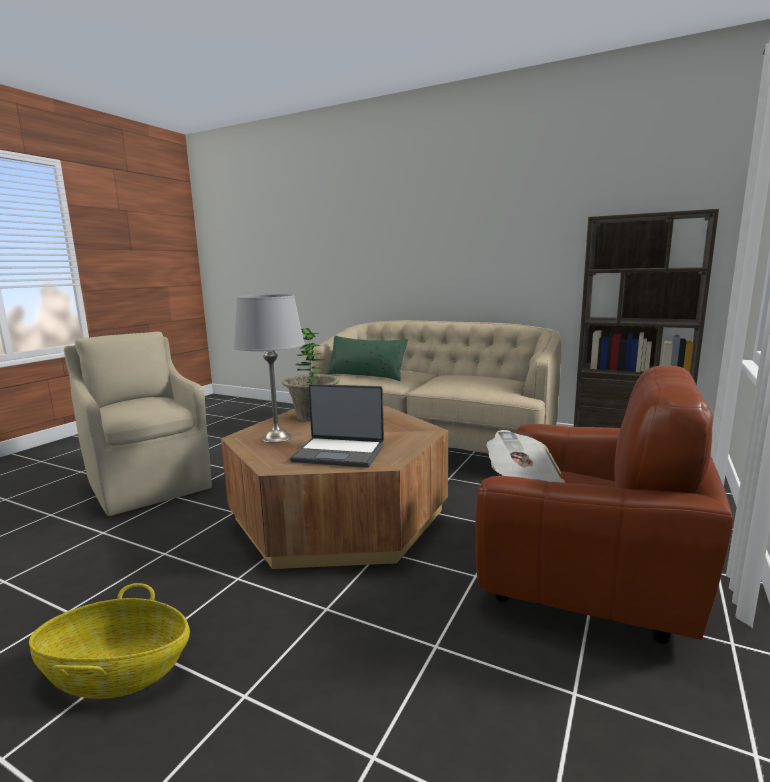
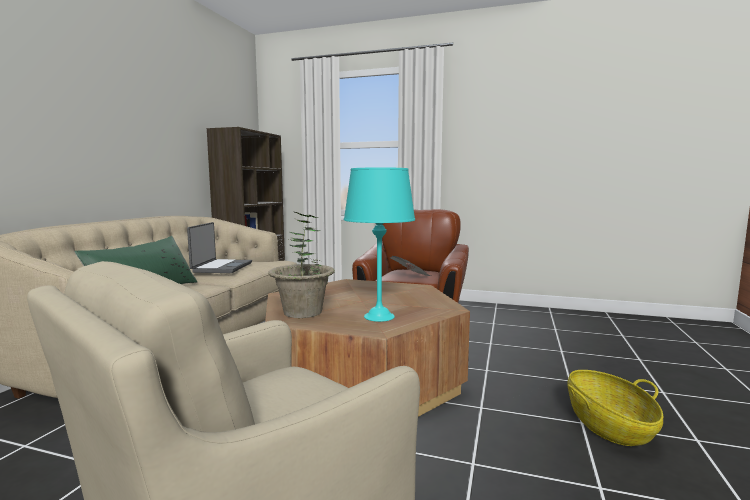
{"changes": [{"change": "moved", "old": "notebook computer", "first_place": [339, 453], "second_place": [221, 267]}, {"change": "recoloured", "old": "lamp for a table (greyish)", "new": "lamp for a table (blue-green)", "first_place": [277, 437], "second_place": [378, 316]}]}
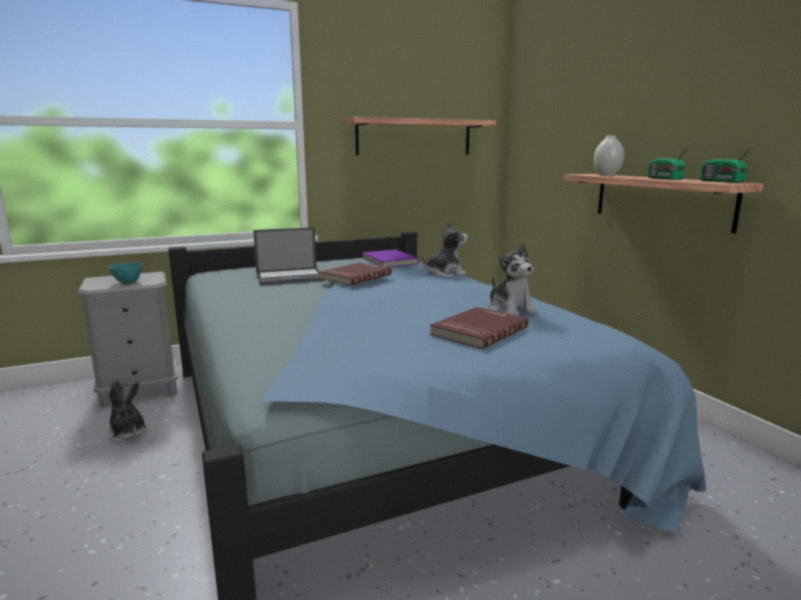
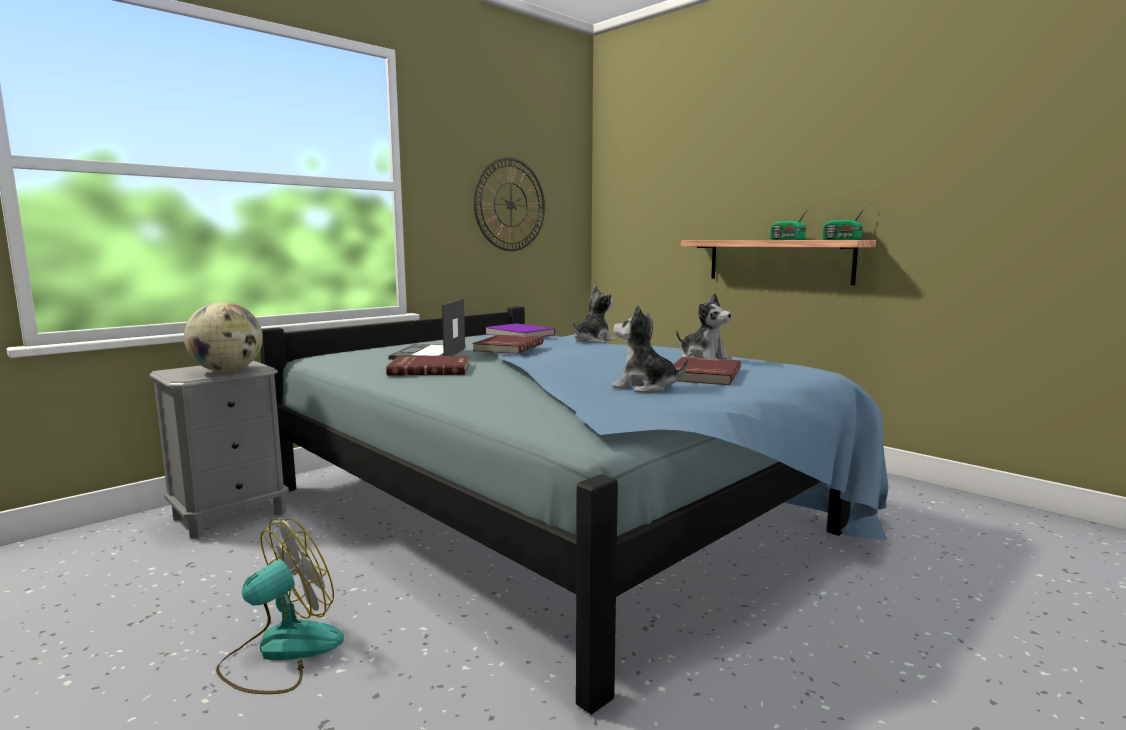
{"changes": [{"change": "replaced", "old": "bowl (blue-green)", "new": "globe", "first_place": [128, 282], "second_place": [227, 371]}, {"change": "added", "new": "electric fan", "second_place": [281, 651]}, {"change": "added", "new": "bound book (reddish)", "second_place": [430, 369]}, {"change": "turned", "old": "notebook computer", "first_place": [290, 277], "second_place": [429, 354], "degrees": 135}, {"change": "replaced", "old": "bracket shelf", "new": "clock on the wall", "first_place": [414, 137], "second_place": [510, 205]}, {"change": "moved", "old": "plush toy", "first_place": [127, 433], "second_place": [645, 387]}, {"change": "removed", "old": "flower vase (white)", "first_place": [607, 175]}]}
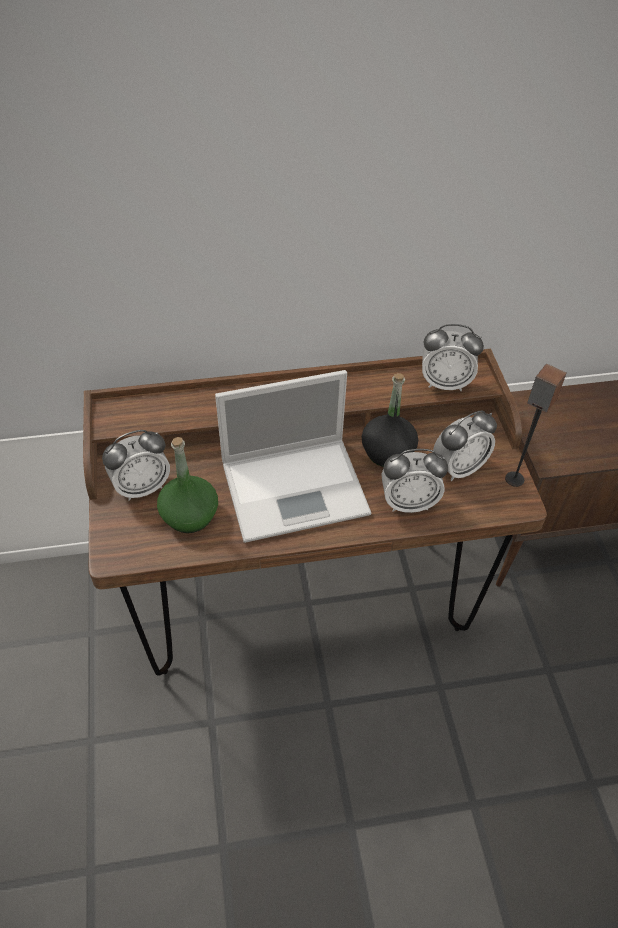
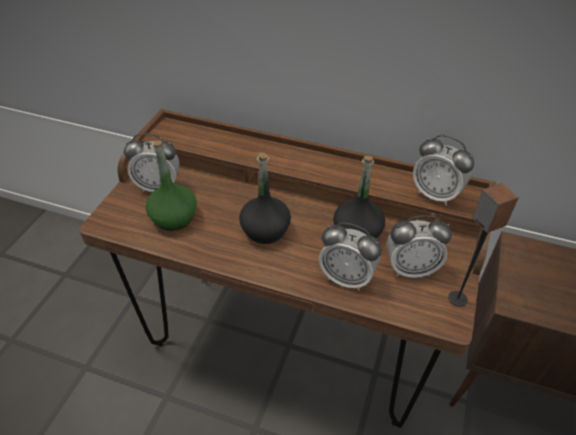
{"changes": [{"change": "replaced", "old": "notebook computer", "new": "beverage bottle (blackish)", "first_place": [297, 487], "second_place": [265, 230]}]}
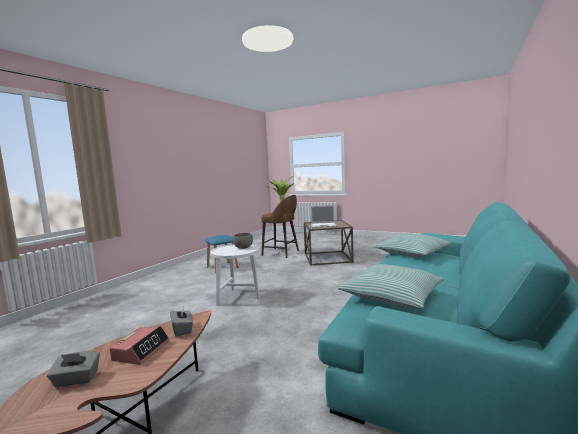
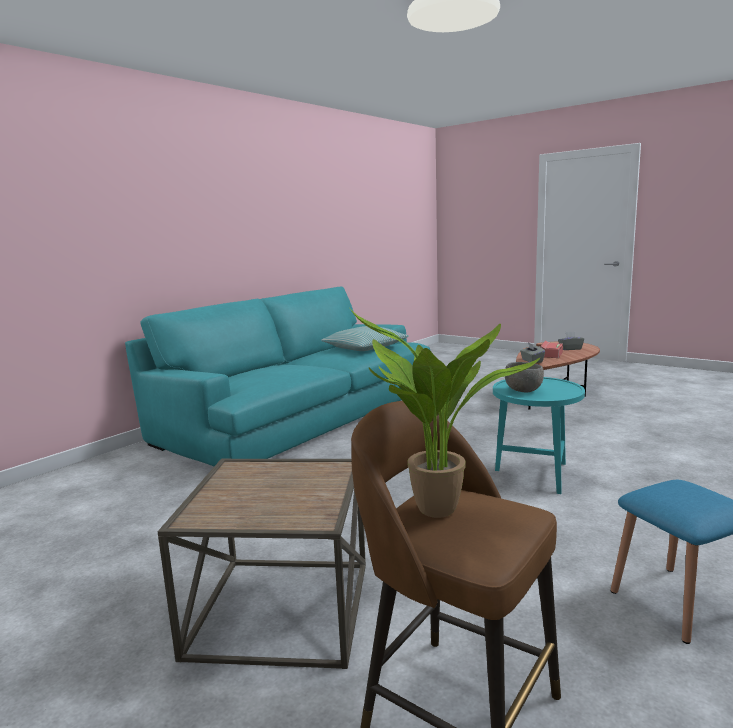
{"changes": [{"change": "recoloured", "old": "accent table (white)", "new": "accent table (blue-green)", "first_place": [238, 297], "second_place": [535, 474]}, {"change": "removed", "old": "notebook computer", "first_place": [324, 225]}, {"change": "removed", "old": "pillow", "first_place": [412, 253]}]}
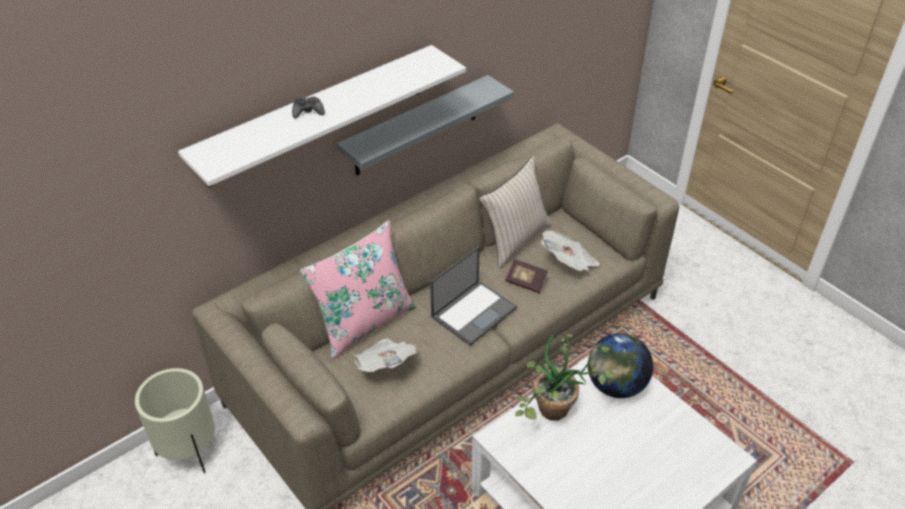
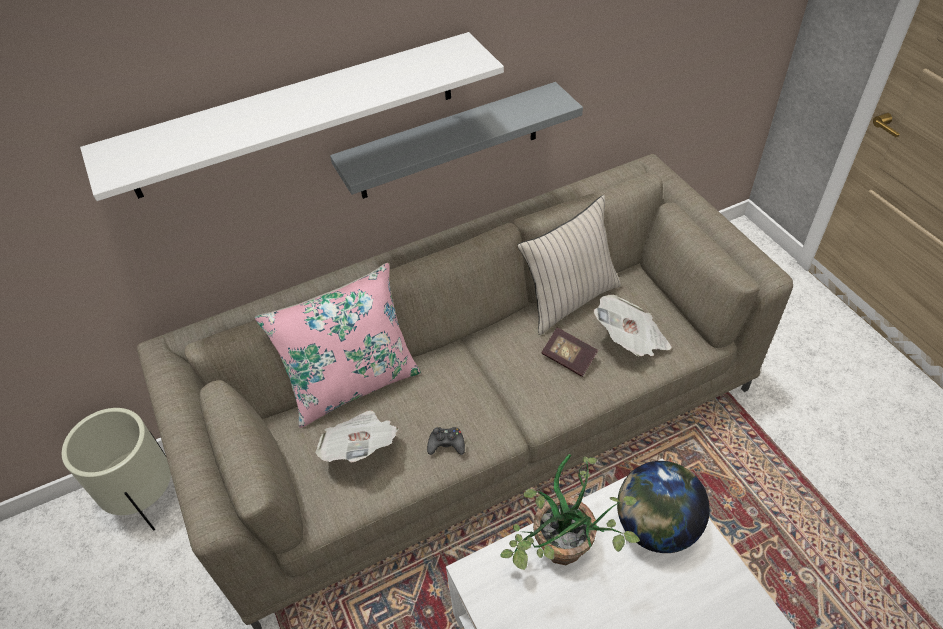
{"changes": [{"change": "moved", "old": "gamepad (blackish)", "first_place": [308, 112], "second_place": [446, 444]}, {"change": "removed", "old": "notebook computer", "first_place": [474, 312]}]}
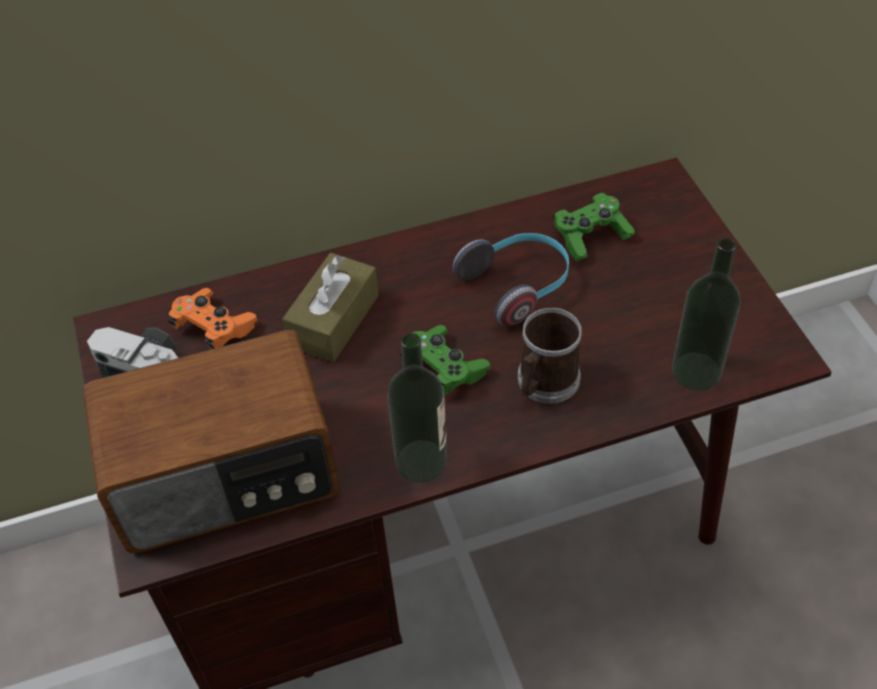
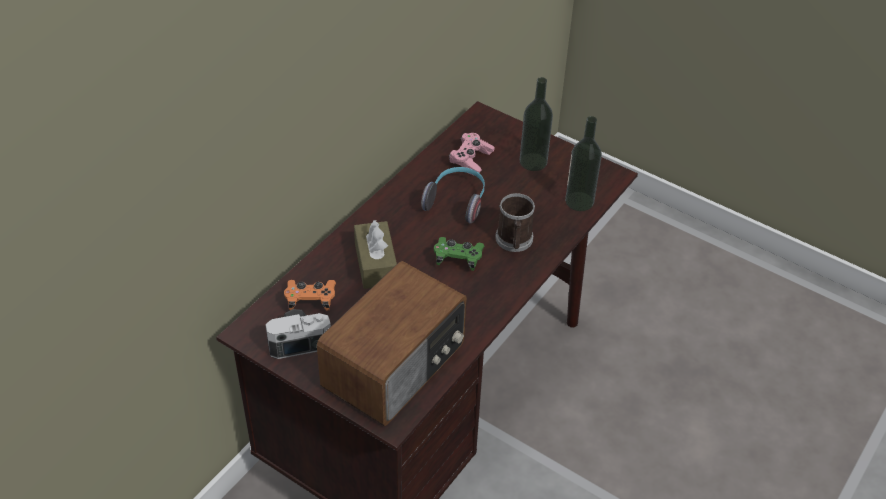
{"changes": [{"change": "recoloured", "old": "gamepad (green)", "new": "gamepad (pinkish)", "first_place": [590, 236], "second_place": [471, 160]}, {"change": "moved", "old": "beverage bottle", "first_place": [421, 461], "second_place": [533, 162]}]}
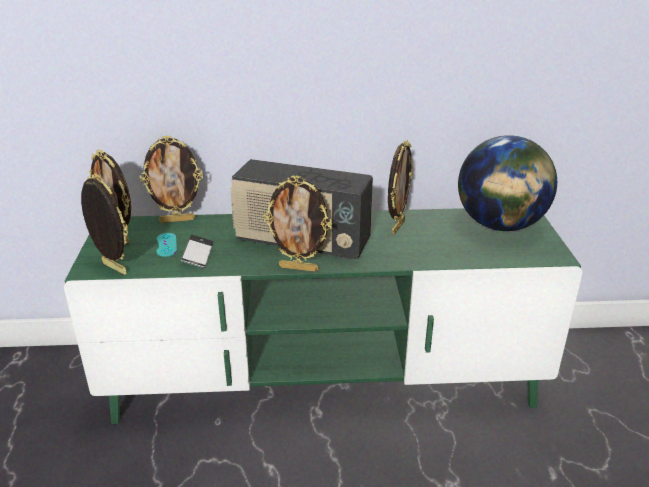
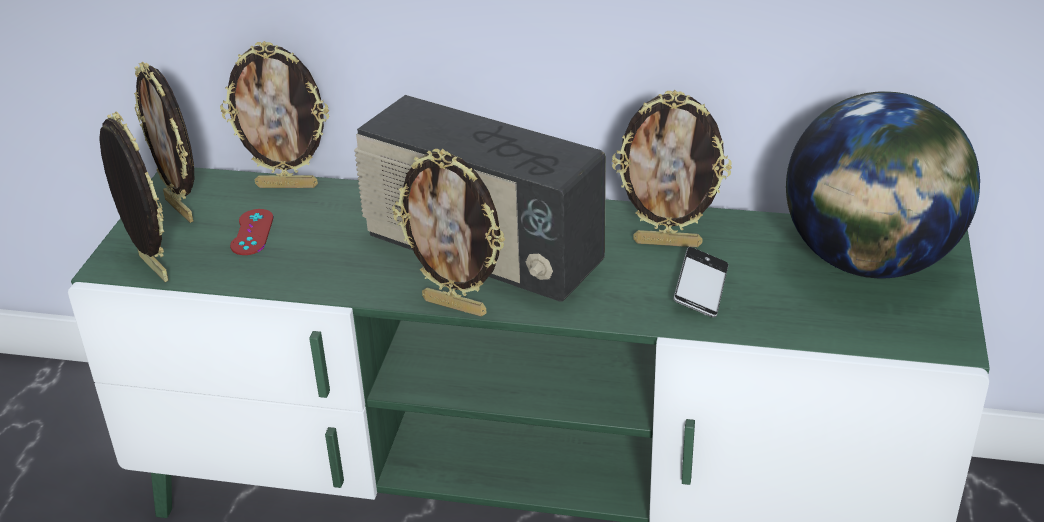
{"changes": [{"change": "recoloured", "old": "gamepad (blue-green)", "new": "gamepad (reddish)", "first_place": [166, 245], "second_place": [252, 232]}, {"change": "turned", "old": "photo frame", "first_place": [397, 227], "second_place": [668, 242], "degrees": 60}, {"change": "moved", "old": "telephone", "first_place": [198, 255], "second_place": [700, 288]}]}
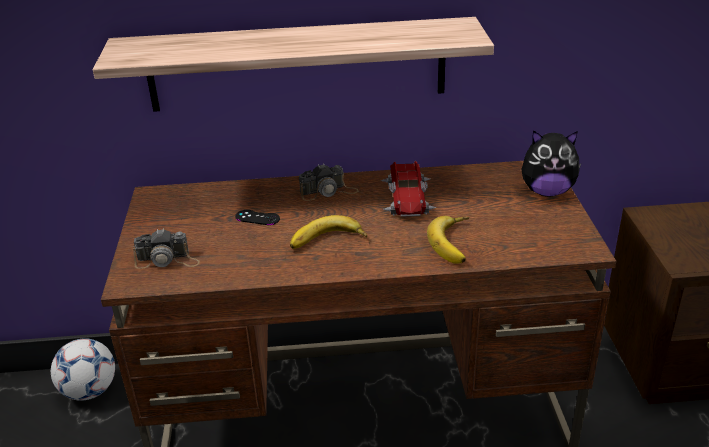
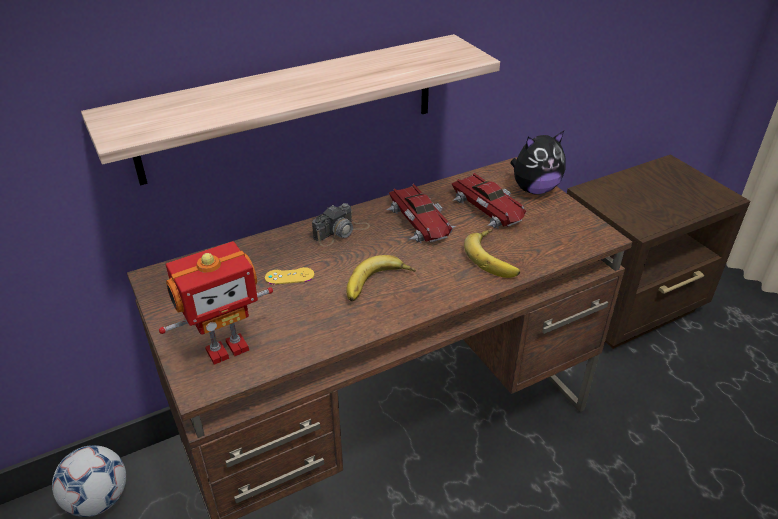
{"changes": [{"change": "replaced", "old": "photo camera", "new": "toy robot", "first_place": [167, 260], "second_place": [226, 348]}, {"change": "recoloured", "old": "gamepad (blackish)", "new": "gamepad (yellow)", "first_place": [257, 218], "second_place": [289, 276]}, {"change": "added", "new": "model car", "second_place": [489, 208]}]}
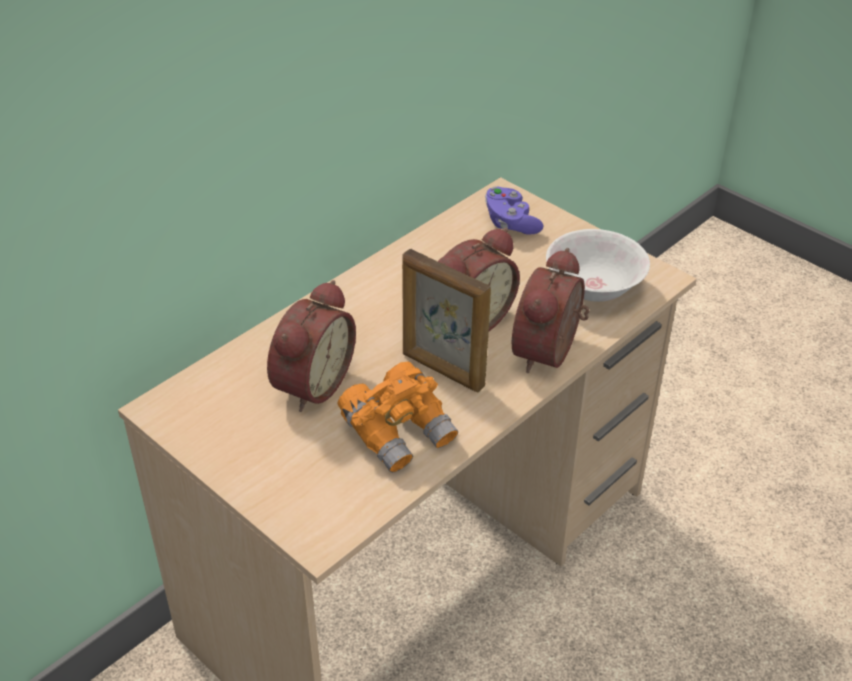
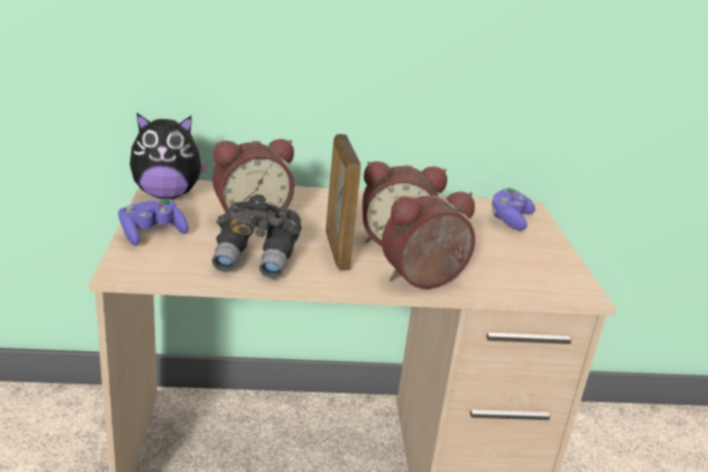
{"changes": [{"change": "added", "new": "gamepad (purple-coloured)", "second_place": [152, 234]}, {"change": "added", "new": "plush toy", "second_place": [167, 195]}, {"change": "recoloured", "old": "pair of binoculars (orange-coloured)", "new": "pair of binoculars (greyish)", "first_place": [399, 433], "second_place": [257, 259]}, {"change": "removed", "old": "bowl (white)", "first_place": [594, 289]}]}
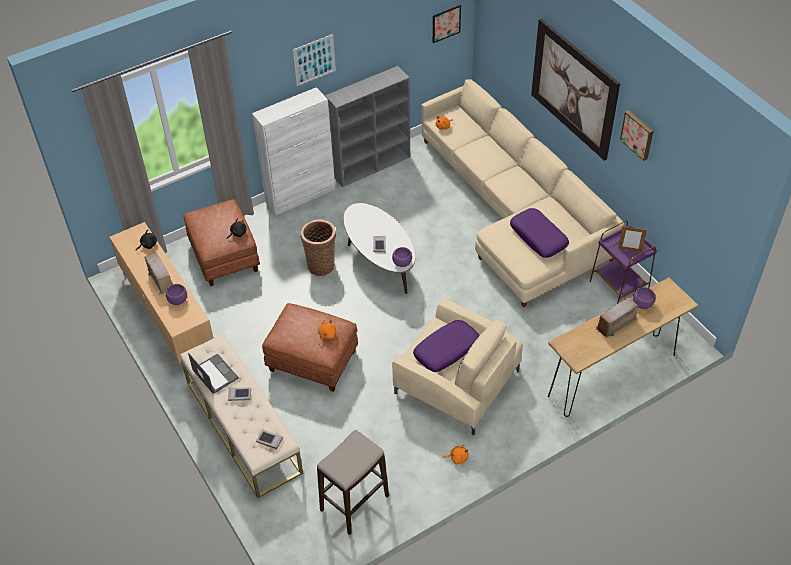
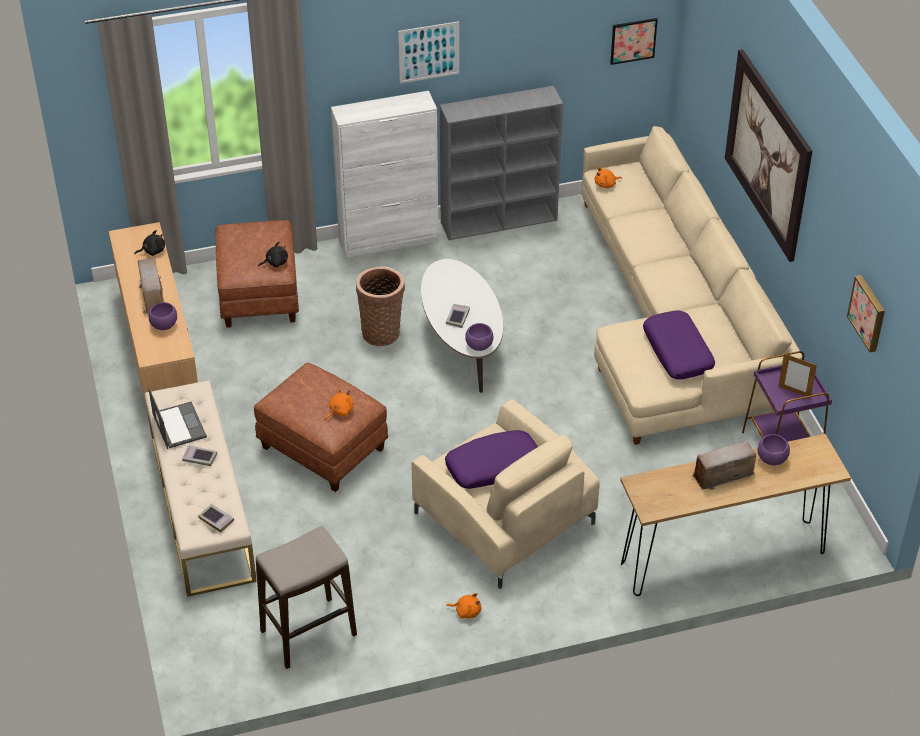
{"changes": [{"change": "moved", "old": "wall picture", "first_place": [638, 134], "second_place": [868, 313]}]}
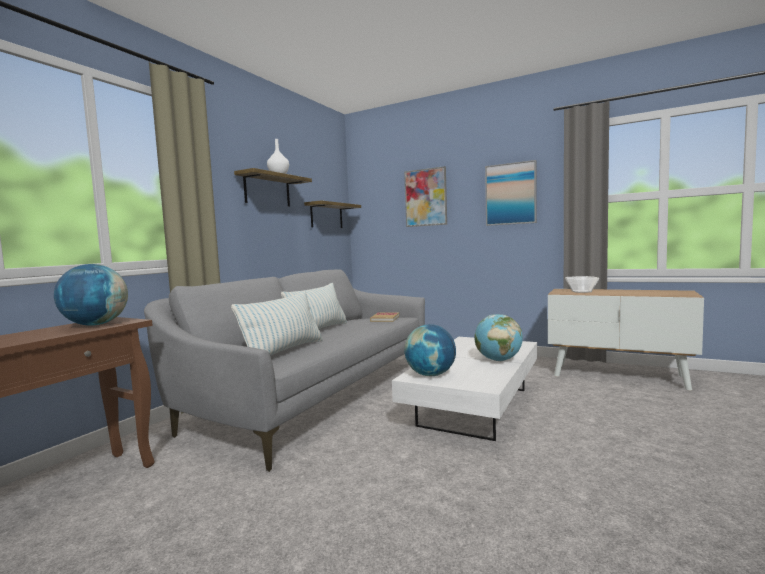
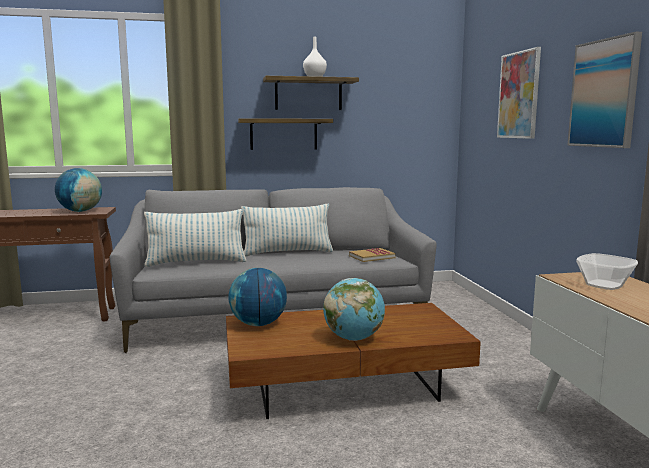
{"changes": [{"change": "recoloured", "old": "low table (white)", "new": "low table (brown)", "first_place": [474, 406], "second_place": [345, 387]}, {"change": "moved", "old": "bracket shelf", "first_place": [326, 216], "second_place": [283, 134]}]}
